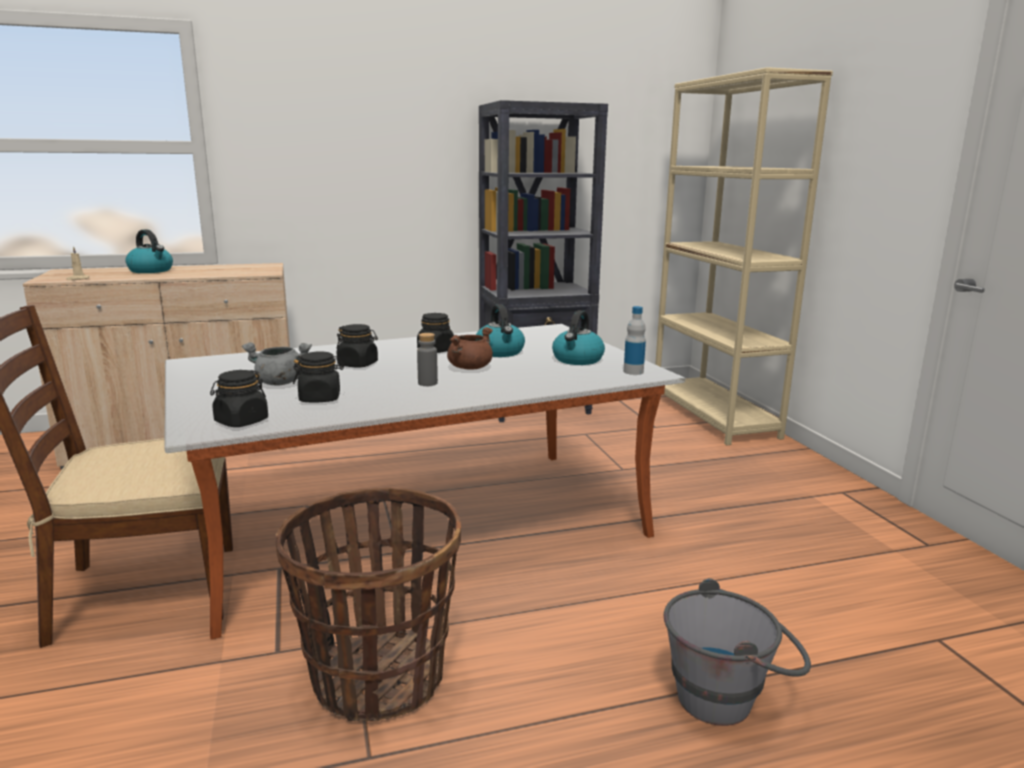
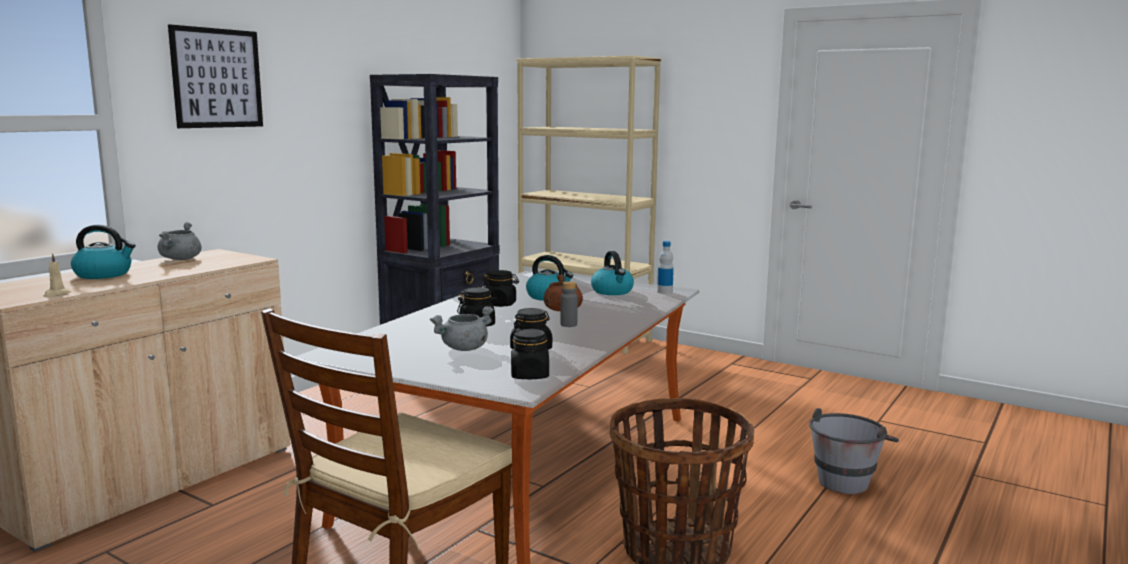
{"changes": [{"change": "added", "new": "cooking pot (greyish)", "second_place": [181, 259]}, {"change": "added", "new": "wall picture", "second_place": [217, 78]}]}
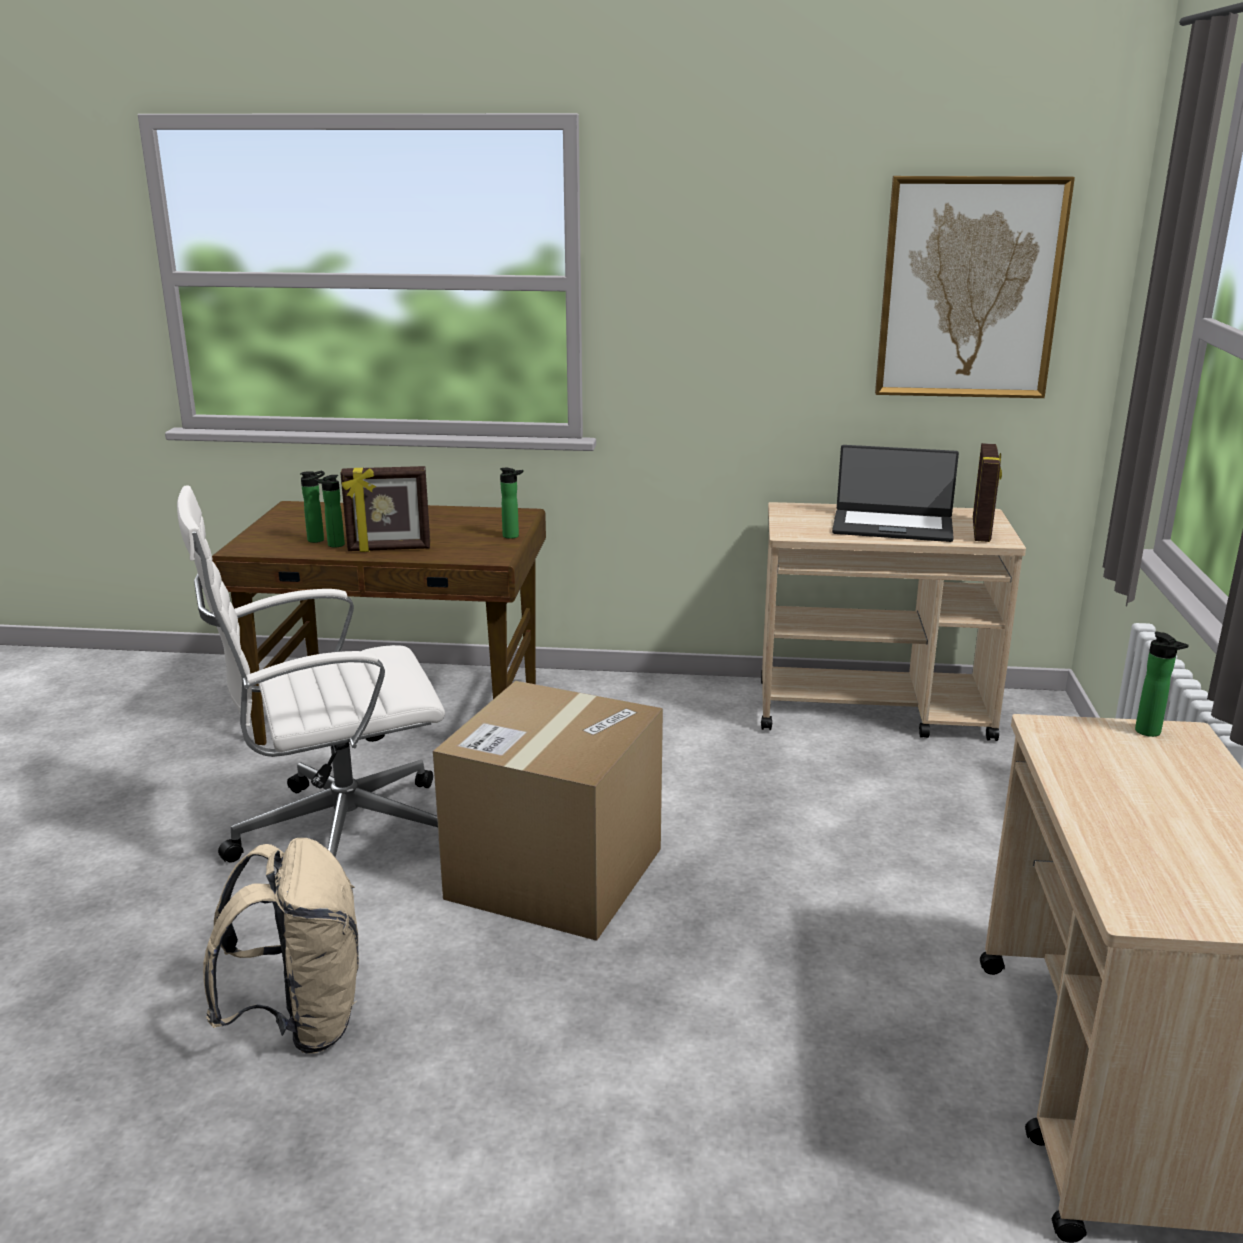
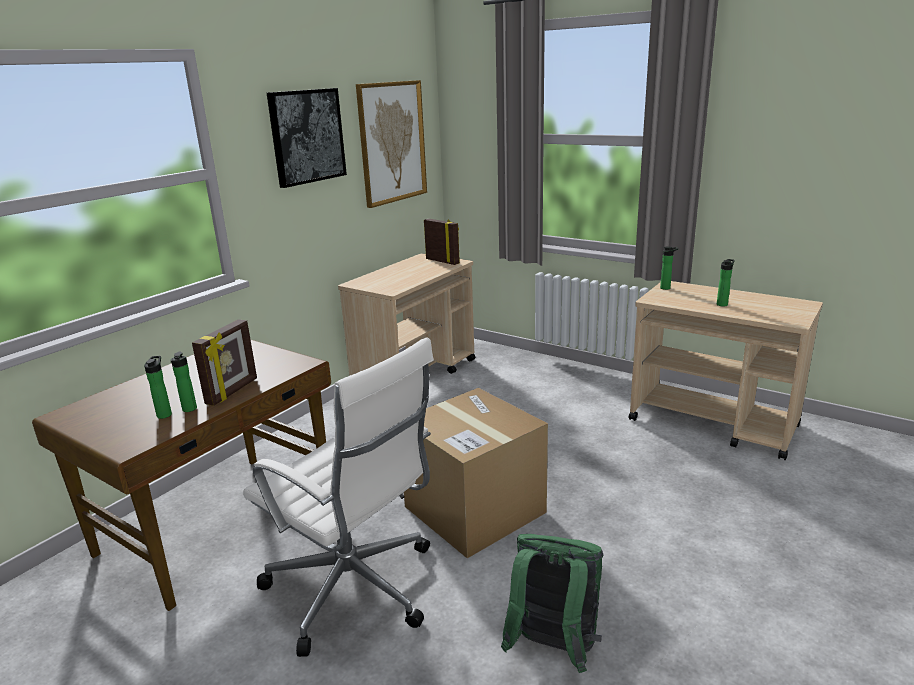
{"changes": [{"change": "turned", "old": "computer chair (white)", "first_place": [339, 836], "second_place": [354, 589], "degrees": -60}, {"change": "added", "new": "wall picture", "second_place": [307, 136]}, {"change": "recoloured", "old": "backpack (sand-coloured)", "new": "backpack (green)", "first_place": [300, 1021], "second_place": [553, 649]}, {"change": "moved", "old": "beverage bottle", "first_place": [513, 536], "second_place": [722, 304]}, {"change": "removed", "old": "notebook computer", "first_place": [892, 526]}]}
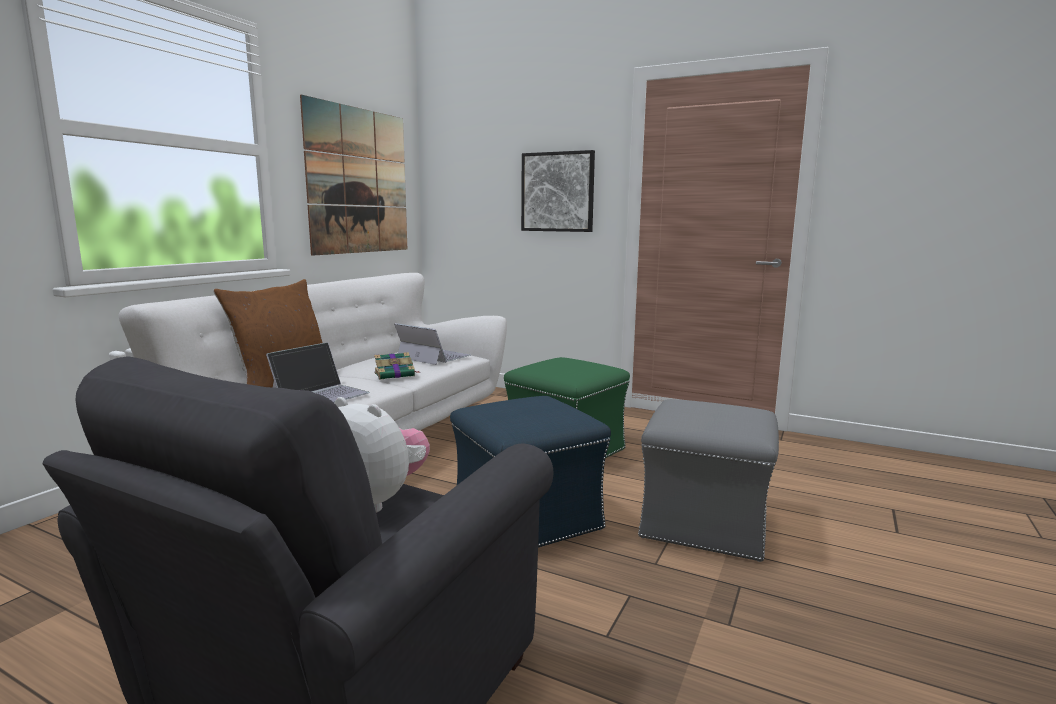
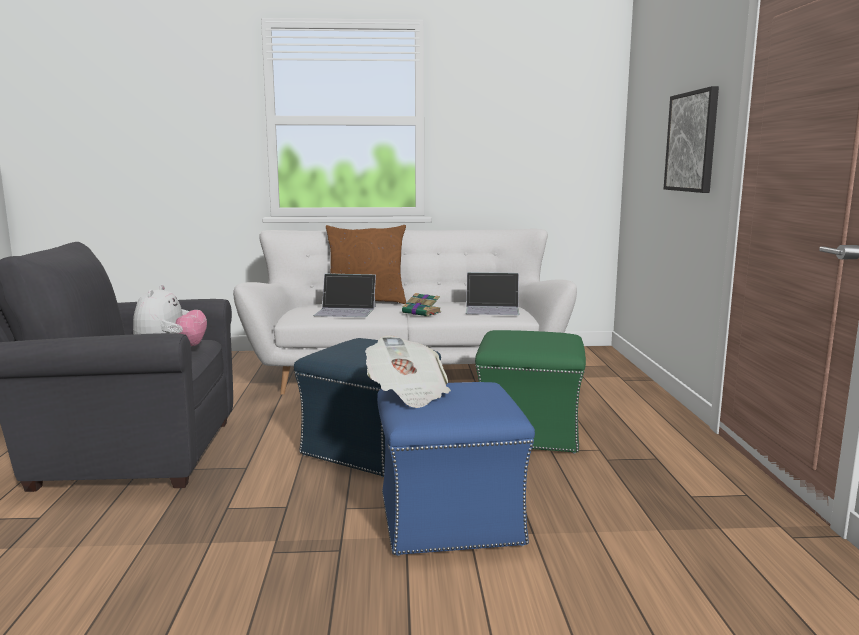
{"changes": [{"change": "added", "new": "printed paper", "second_place": [407, 393]}, {"change": "recoloured", "old": "ottoman (greyish)", "new": "ottoman (bluish)", "first_place": [704, 523], "second_place": [448, 518]}, {"change": "turned", "old": "notebook computer", "first_place": [433, 356], "second_place": [492, 309], "degrees": 90}, {"change": "removed", "old": "wall picture", "first_place": [358, 181]}]}
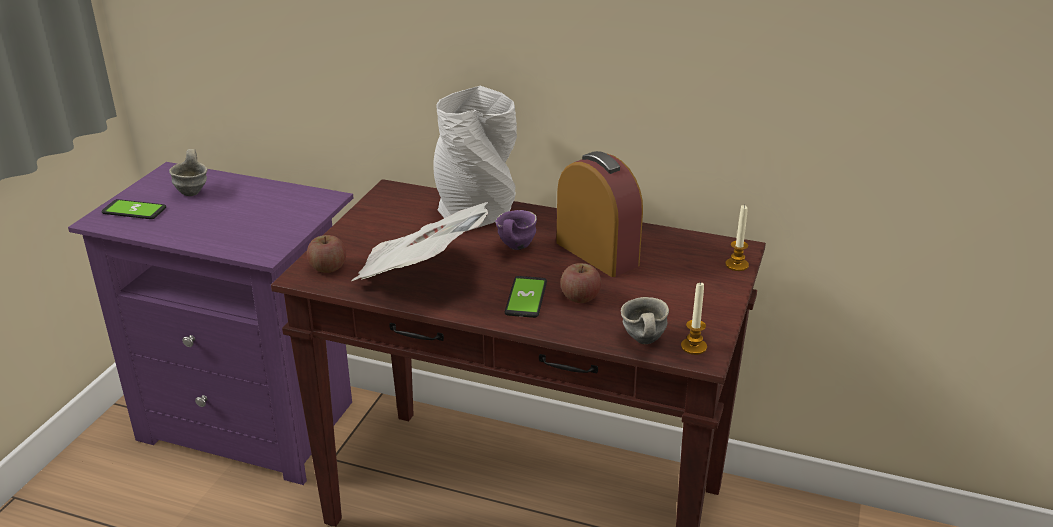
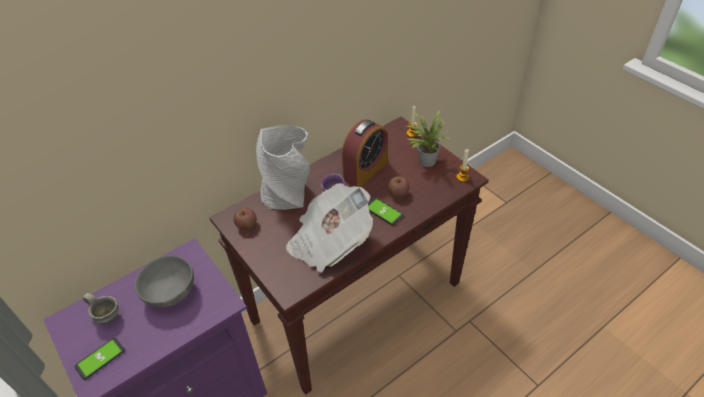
{"changes": [{"change": "added", "new": "bowl (greyish)", "second_place": [171, 294]}, {"change": "moved", "old": "apple fruit", "first_place": [328, 268], "second_place": [246, 225]}, {"change": "turned", "old": "alarm clock", "first_place": [597, 253], "second_place": [365, 170], "degrees": 135}, {"change": "added", "new": "potted plant", "second_place": [425, 160]}, {"change": "removed", "old": "coffee mug (greyish)", "first_place": [641, 342]}]}
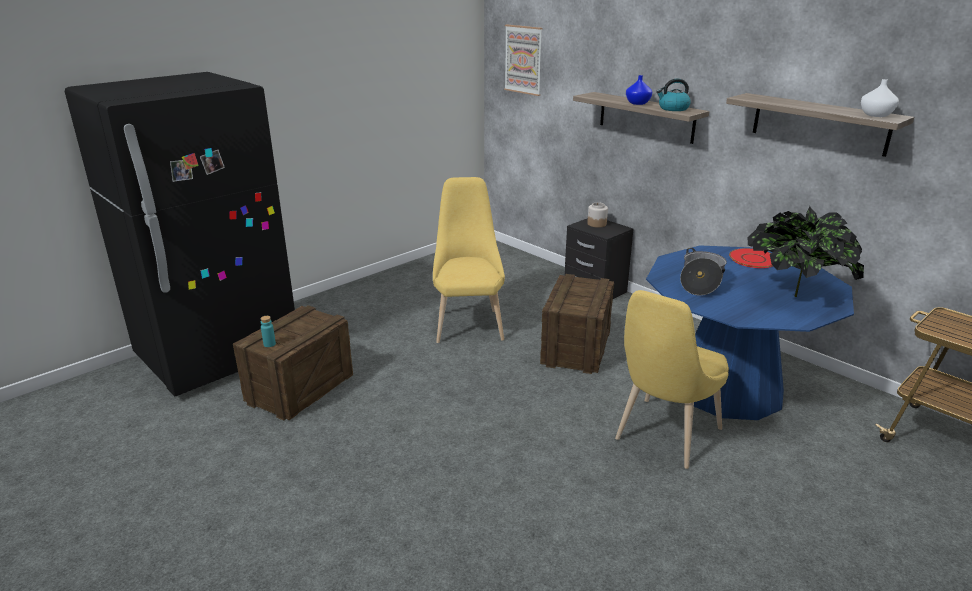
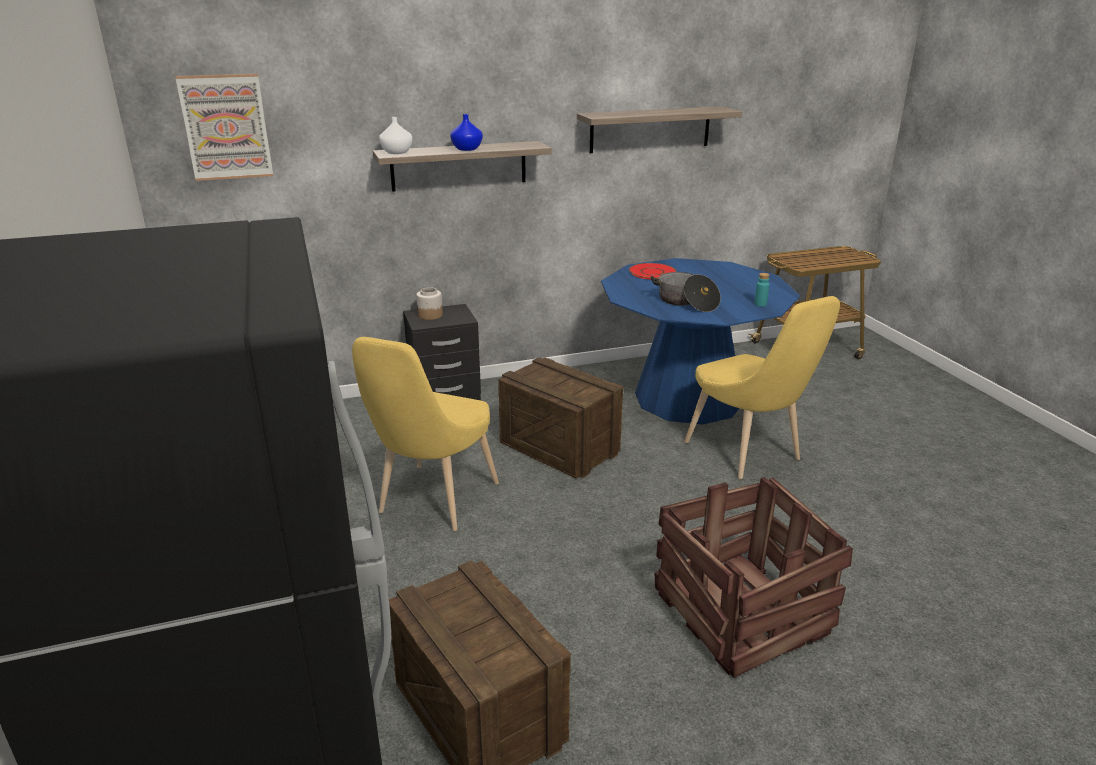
{"changes": [{"change": "turned", "old": "plain chair (yellow)", "first_place": [468, 323], "second_place": [433, 502], "degrees": -90}, {"change": "moved", "old": "flower vase (white)", "first_place": [876, 115], "second_place": [397, 152]}, {"change": "added", "new": "shipping crate", "second_place": [739, 612]}, {"change": "moved", "old": "beverage bottle (blue-green)", "first_place": [269, 344], "second_place": [760, 304]}, {"change": "removed", "old": "kettle", "first_place": [673, 109]}, {"change": "removed", "old": "potted plant", "first_place": [795, 295]}]}
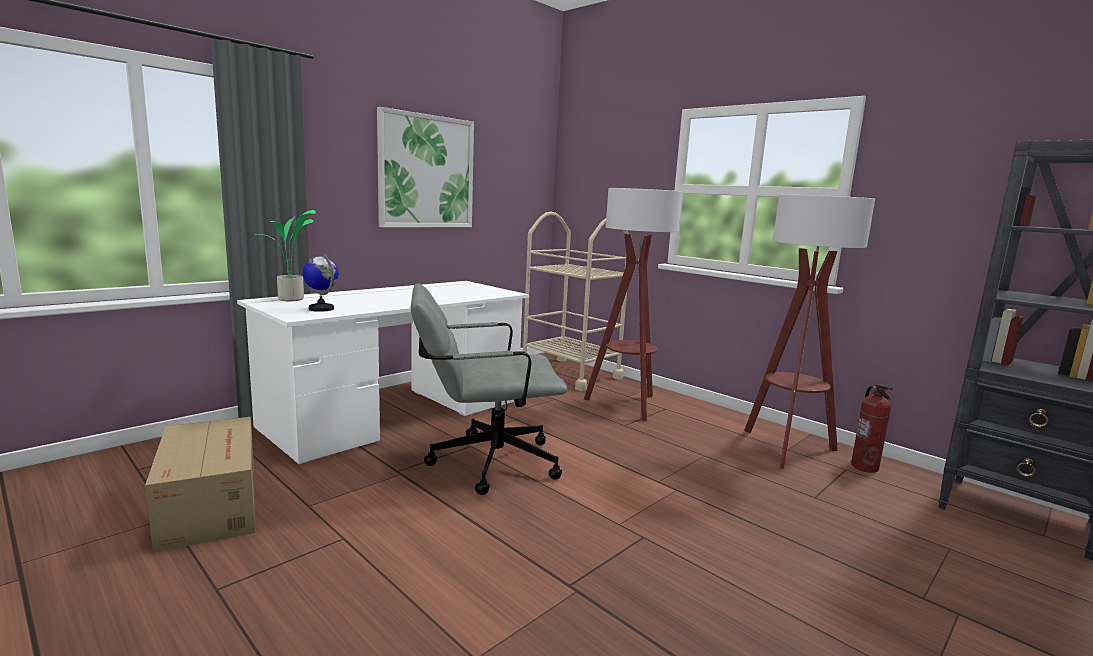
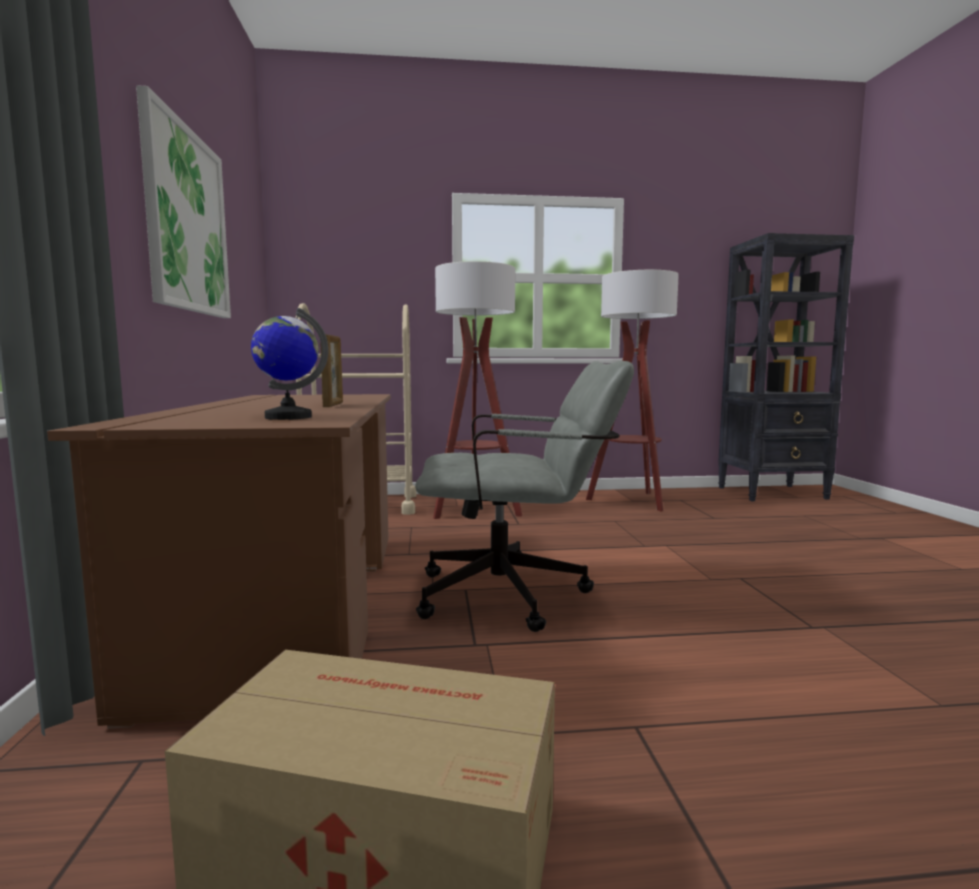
{"changes": [{"change": "recoloured", "old": "desk unit (white)", "new": "desk unit (brown)", "first_place": [397, 414], "second_place": [292, 603]}, {"change": "added", "new": "photo frame", "second_place": [333, 405]}, {"change": "turned", "old": "computer chair (greyish)", "first_place": [482, 462], "second_place": [517, 595], "degrees": -120}, {"change": "removed", "old": "potted plant", "first_place": [292, 300]}, {"change": "removed", "old": "fire extinguisher", "first_place": [865, 467]}]}
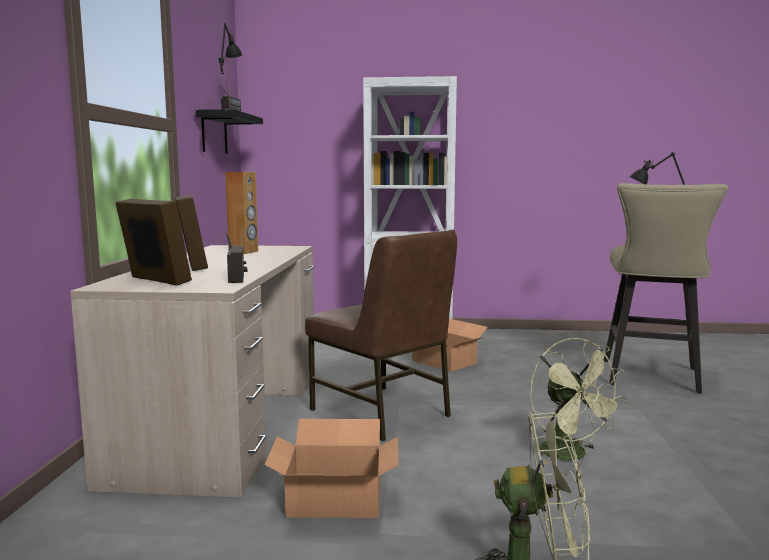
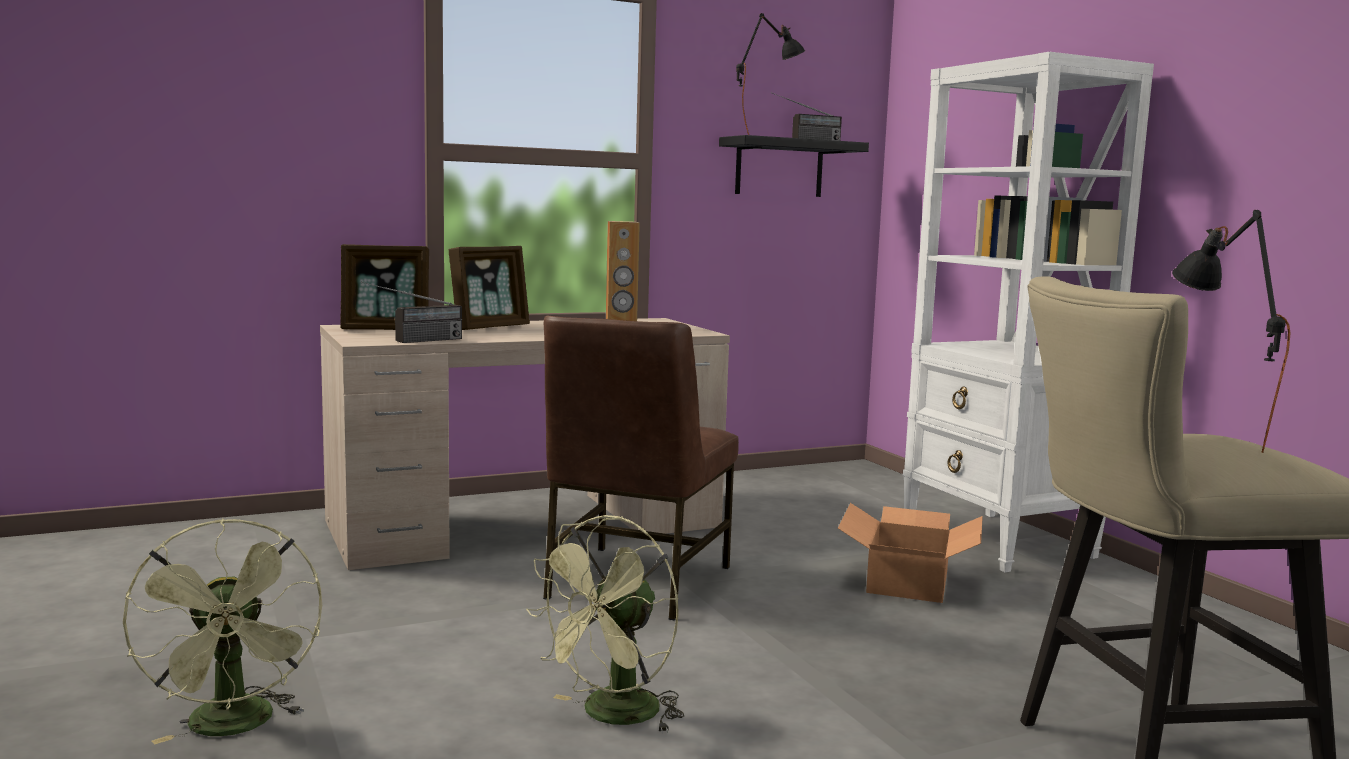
{"changes": [{"change": "turned", "old": "photo frame", "first_place": [155, 281], "second_place": [386, 330], "degrees": 75}, {"change": "removed", "old": "cardboard box", "first_place": [334, 498]}]}
